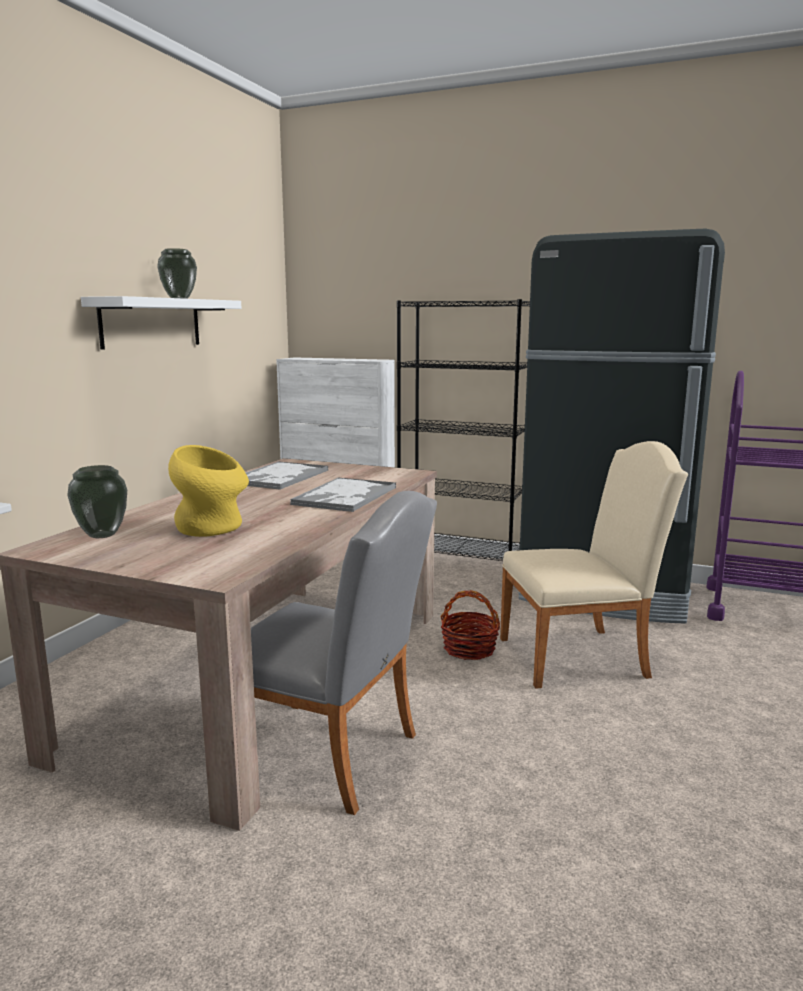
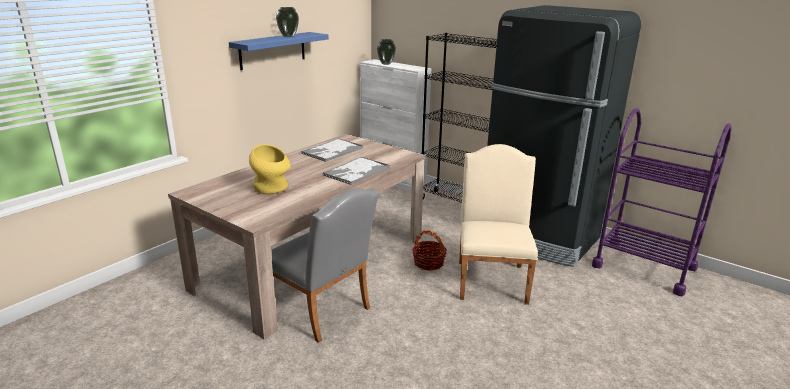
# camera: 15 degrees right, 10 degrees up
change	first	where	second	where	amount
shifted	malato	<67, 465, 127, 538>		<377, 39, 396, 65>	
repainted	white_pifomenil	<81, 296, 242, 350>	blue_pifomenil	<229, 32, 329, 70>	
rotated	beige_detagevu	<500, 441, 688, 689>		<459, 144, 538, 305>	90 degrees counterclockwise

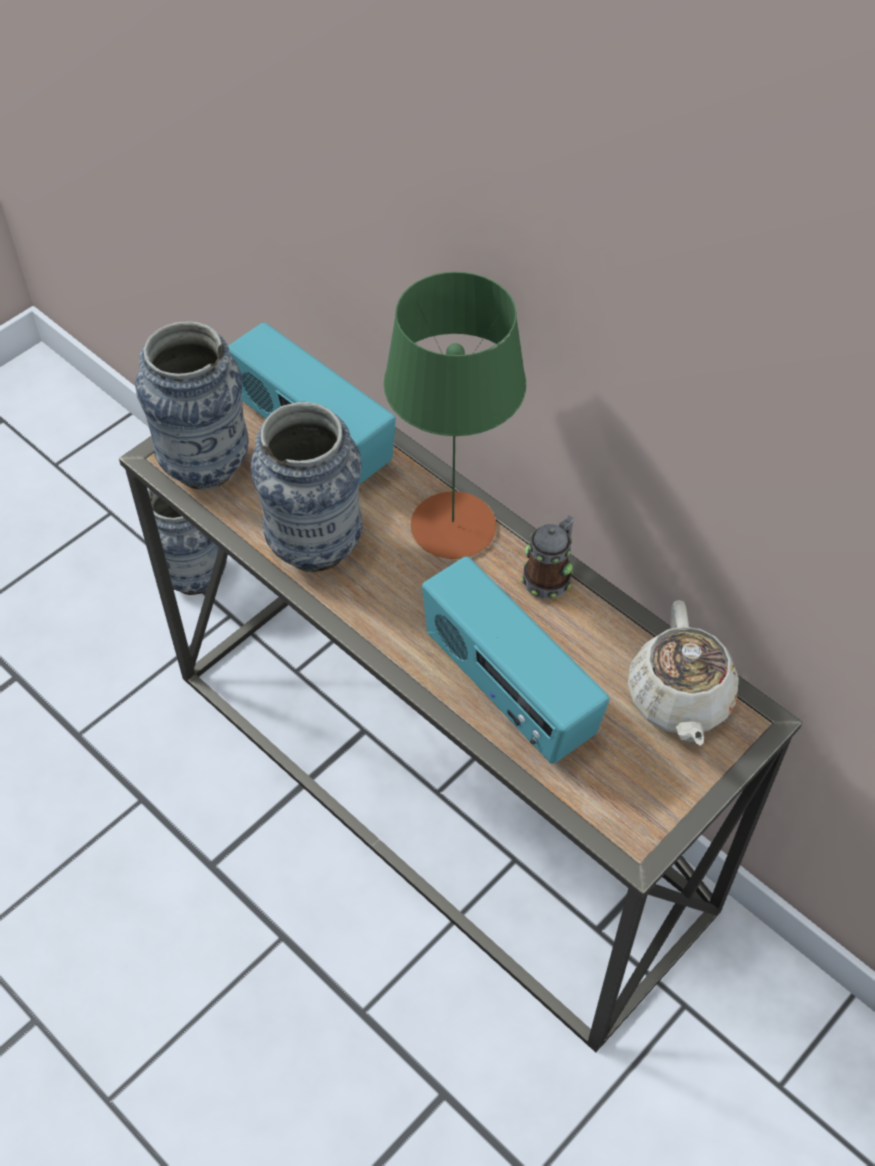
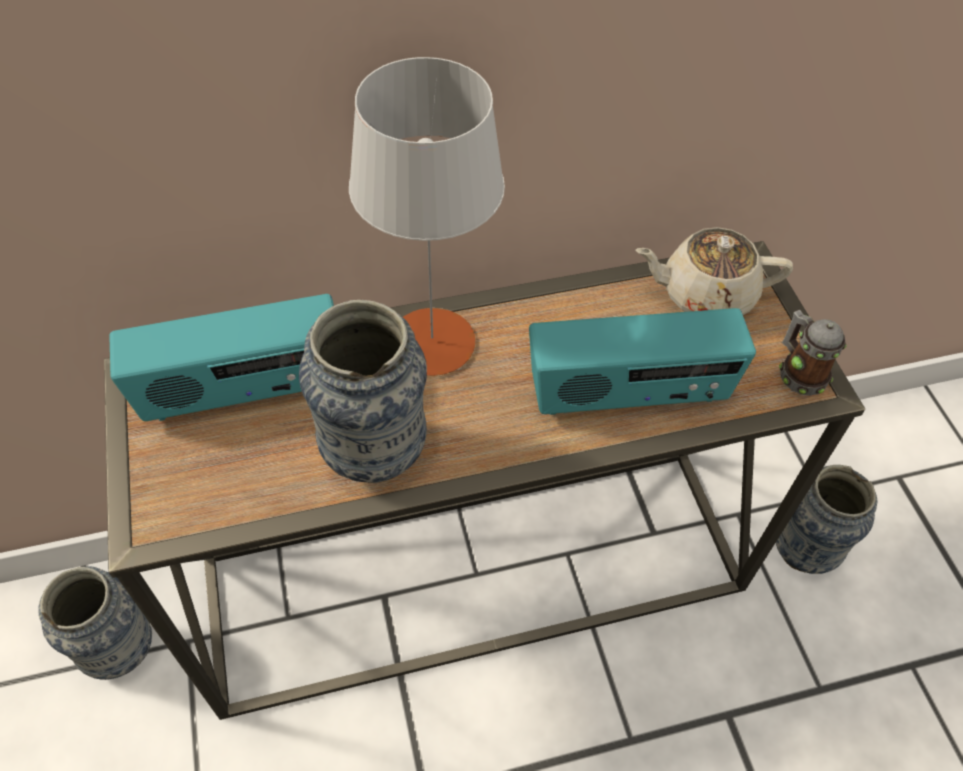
# camera: 60 degrees left, 0 degrees up
change	first	where	second	where	amount
shifted	malato	<135, 321, 249, 490>		<776, 465, 877, 574>	
repainted	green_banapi	<384, 272, 526, 559>	grey_banapi	<349, 57, 505, 376>	
shifted	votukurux	<521, 516, 574, 599>		<779, 310, 847, 396>	
rotated	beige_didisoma	<628, 600, 739, 746>		<635, 227, 793, 315>	150 degrees clockwise

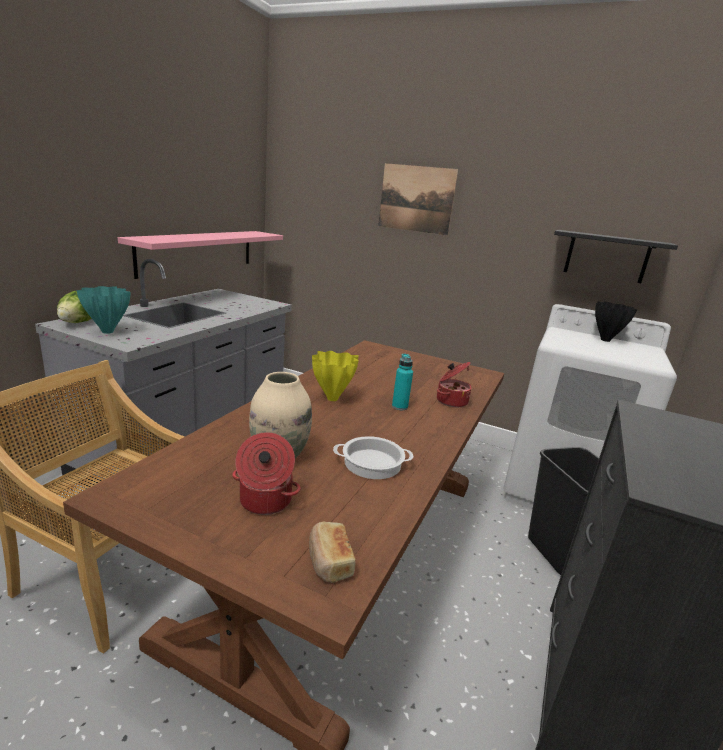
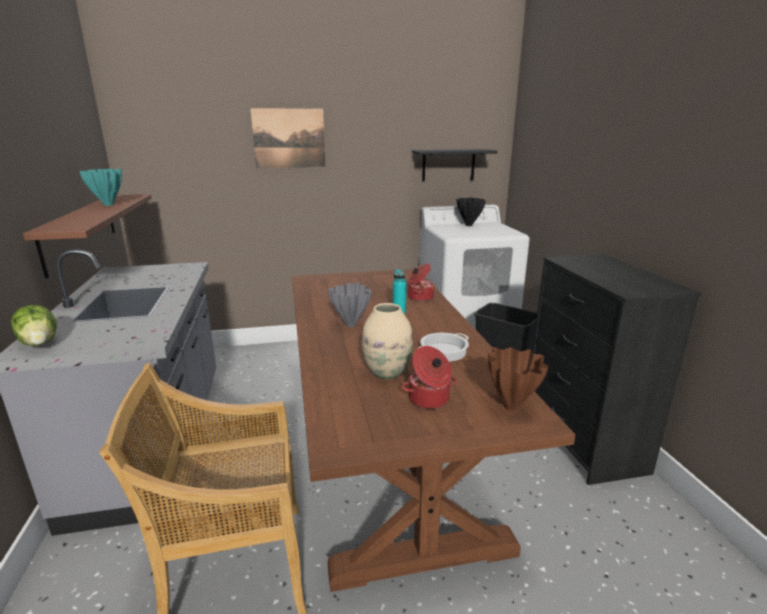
# camera: 35 degrees left, 0 degrees up
change	first	where	second	where	amount
shifted	turquoise_malato	<76, 286, 131, 334>		<79, 169, 122, 206>	
repainted	pink_pifomenil	<118, 231, 283, 279>	brown_pifomenil	<23, 194, 152, 278>	
swapped	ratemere	<309, 522, 356, 583>	brown_malato	<488, 347, 549, 411>	
repainted	yellow_malato	<312, 351, 359, 401>	grey_malato	<328, 282, 372, 327>	

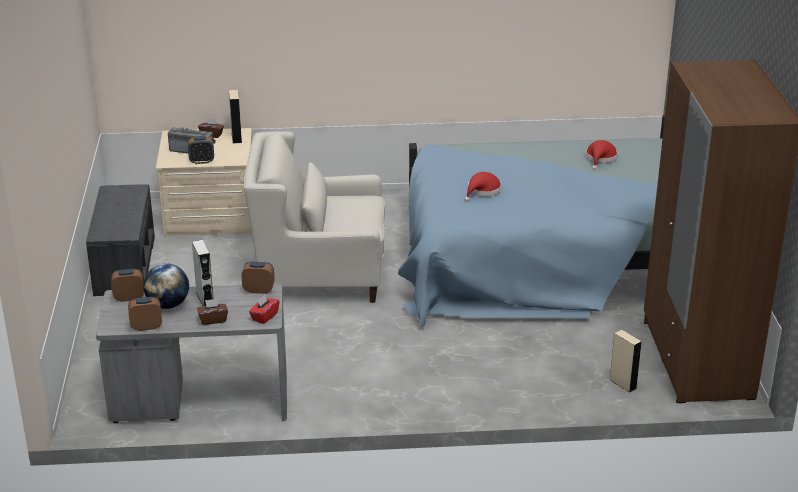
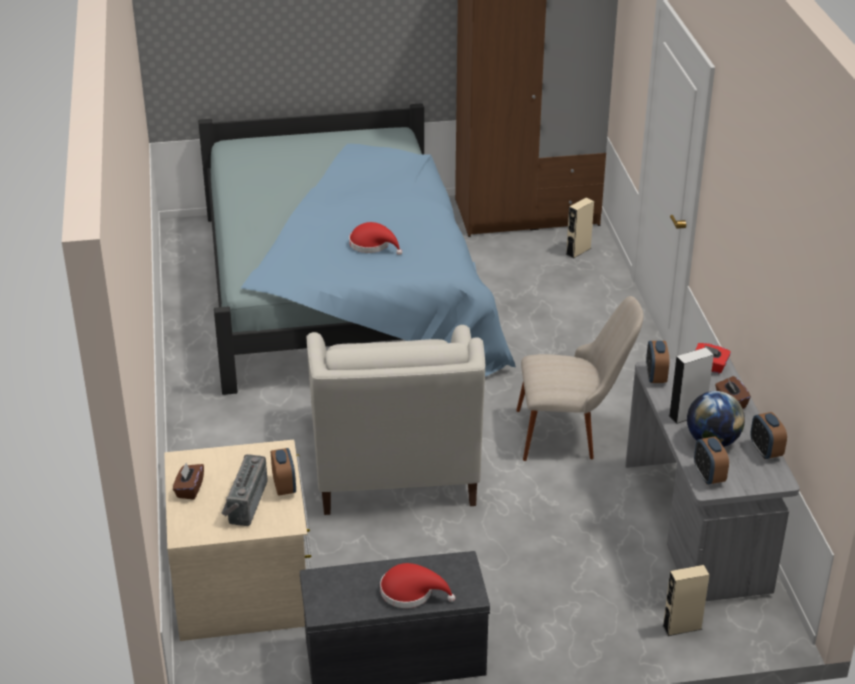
# camera: 95 degrees left, 5 degrees up
change	first	where	second	where	amount
shifted	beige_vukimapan	<229, 90, 242, 144>		<663, 565, 710, 636>	
shifted	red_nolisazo	<586, 140, 618, 170>		<380, 563, 455, 608>	
new			beige_detagevu	<516, 296, 643, 461>	

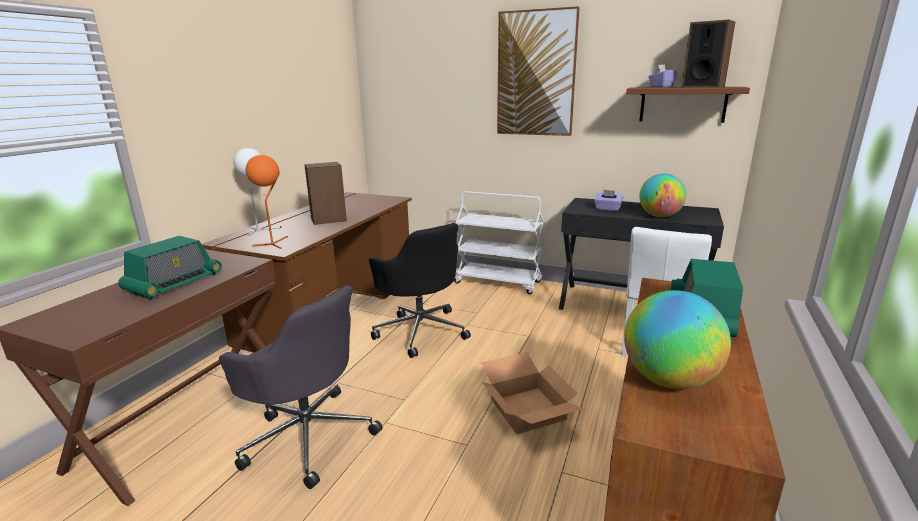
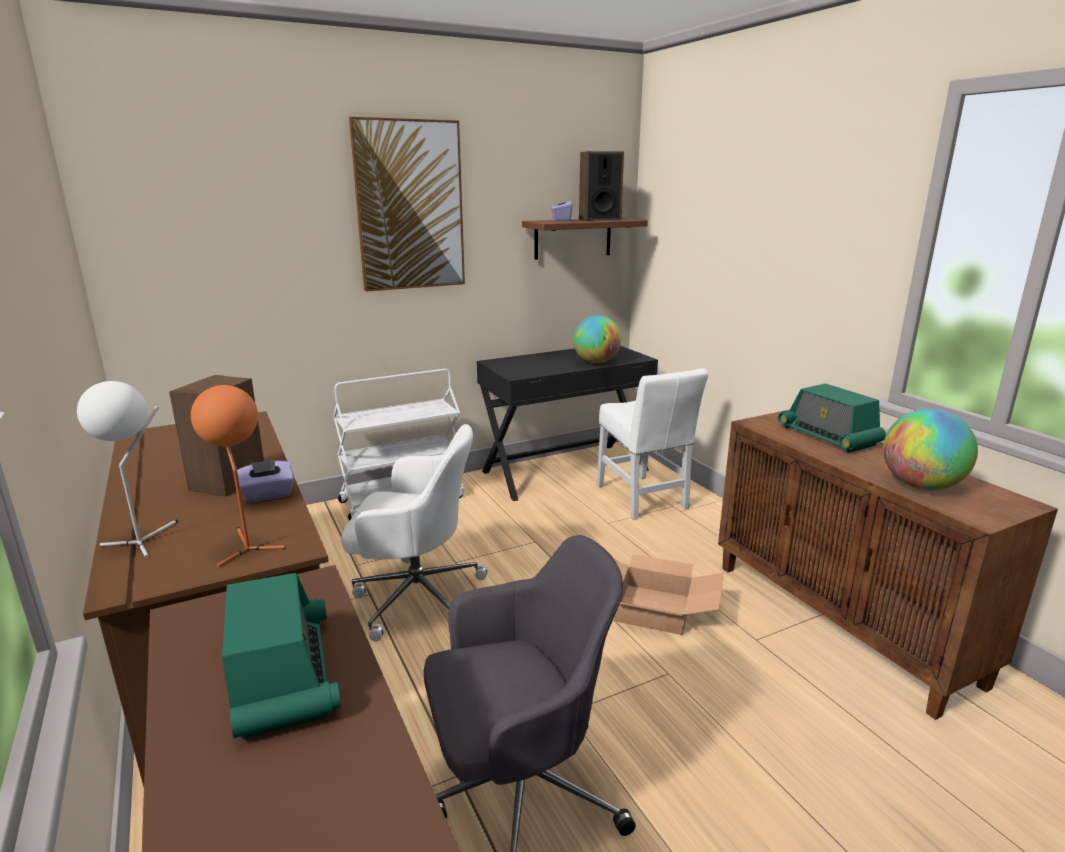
# camera: 50 degrees left, 0 degrees up
change	first	where	second	where	amount
repainted	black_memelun	<369, 223, 471, 358>	white_memelun	<341, 424, 488, 642>	
shifted	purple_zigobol	<594, 189, 624, 211>		<237, 460, 294, 503>	

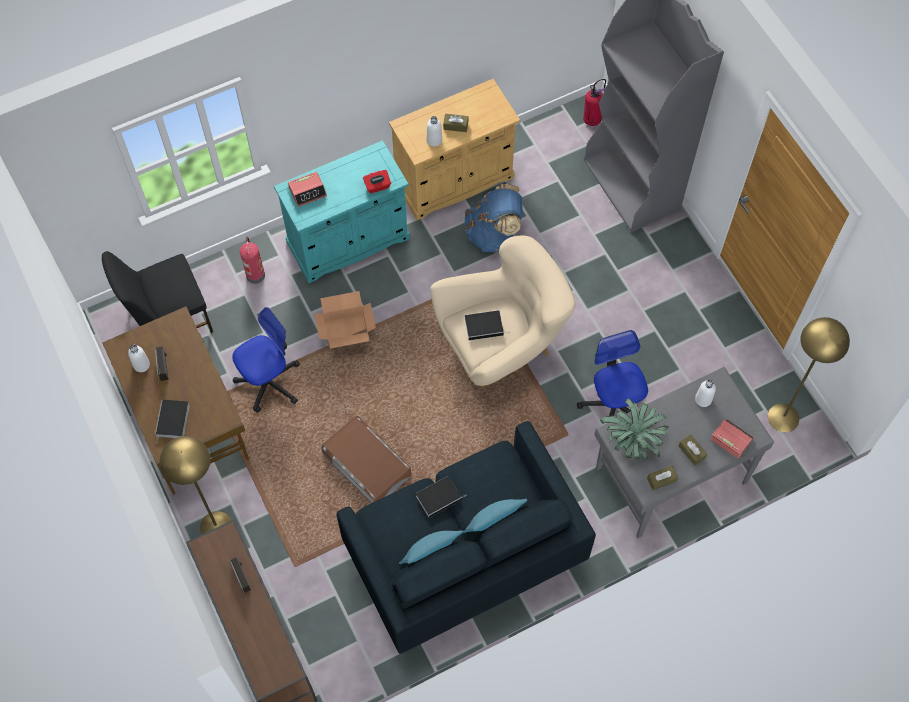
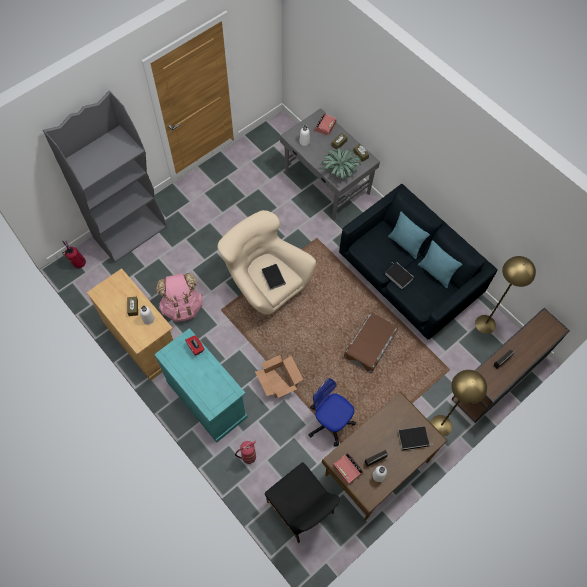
# camera: 105 degrees left, 0 degrees up
change	first	where	second	where	amount
shifted	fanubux	<288, 172, 327, 207>		<333, 453, 364, 485>	
repainted	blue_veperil	<465, 184, 523, 252>	pink_veperil	<156, 273, 203, 322>	
gone	memelun	<577, 330, 648, 423>			
shifted	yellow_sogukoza	<768, 317, 850, 432>		<475, 256, 536, 334>	

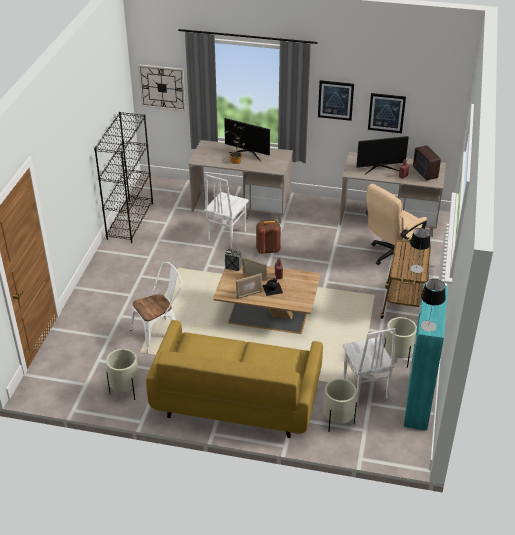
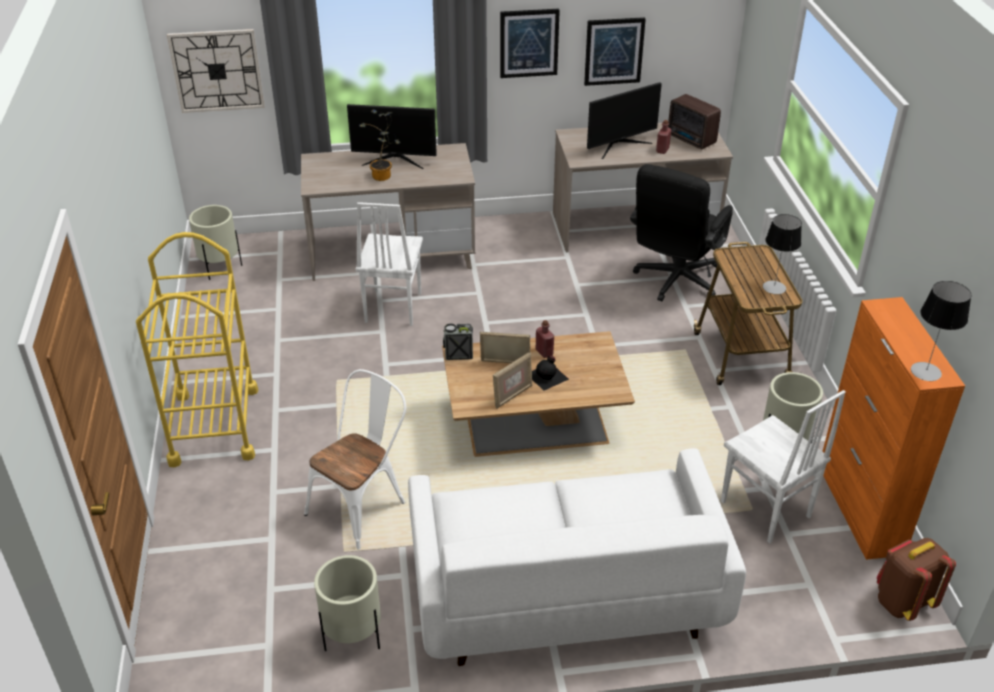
# camera: 20 degrees left, 0 degrees up
change	first	where	second	where	amount
gone	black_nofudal	<94, 112, 153, 243>			
repainted	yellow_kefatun	<146, 320, 323, 438>	white_kefatun	<408, 448, 746, 666>	
shifted	brown_veperil	<256, 221, 281, 254>		<877, 538, 956, 621>	
shifted	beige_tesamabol	<323, 379, 357, 432>		<189, 205, 242, 280>	
repainted	beige_memelun	<366, 184, 427, 268>	black_memelun	<630, 164, 733, 301>	
repainted	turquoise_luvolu	<404, 283, 448, 430>	orange_luvolu	<822, 297, 965, 560>	
new			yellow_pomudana	<136, 232, 258, 467>	

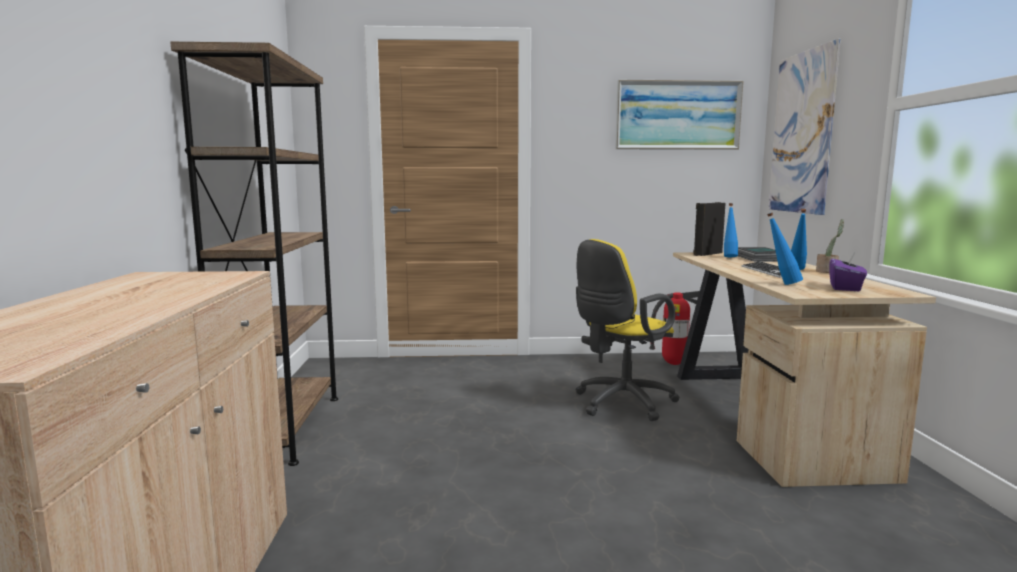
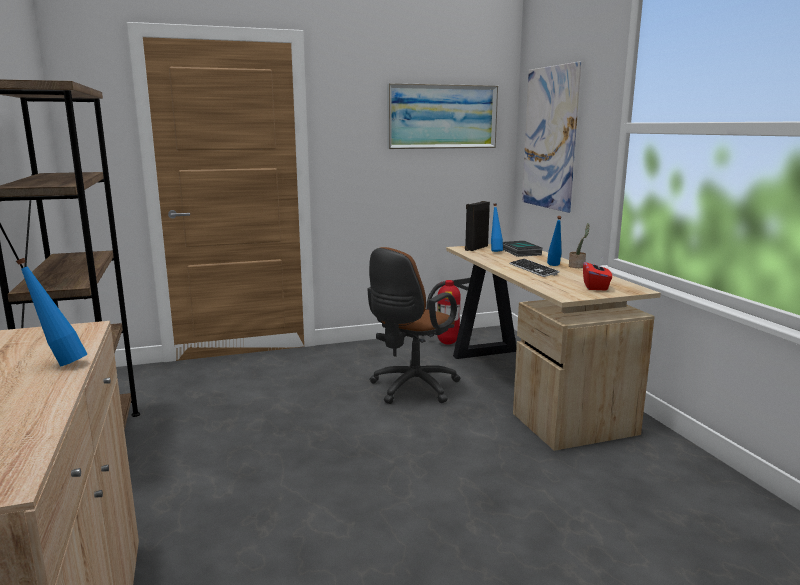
# camera: 15 degrees left, 5 degrees up
change	first	where	second	where	amount
repainted	yellow_memelun	<576, 239, 680, 421>	brown_memelun	<367, 247, 461, 404>	
shifted	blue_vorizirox	<767, 212, 803, 285>		<16, 258, 87, 366>	
repainted	purple_zigobol	<830, 252, 867, 291>	red_zigobol	<583, 257, 612, 290>	

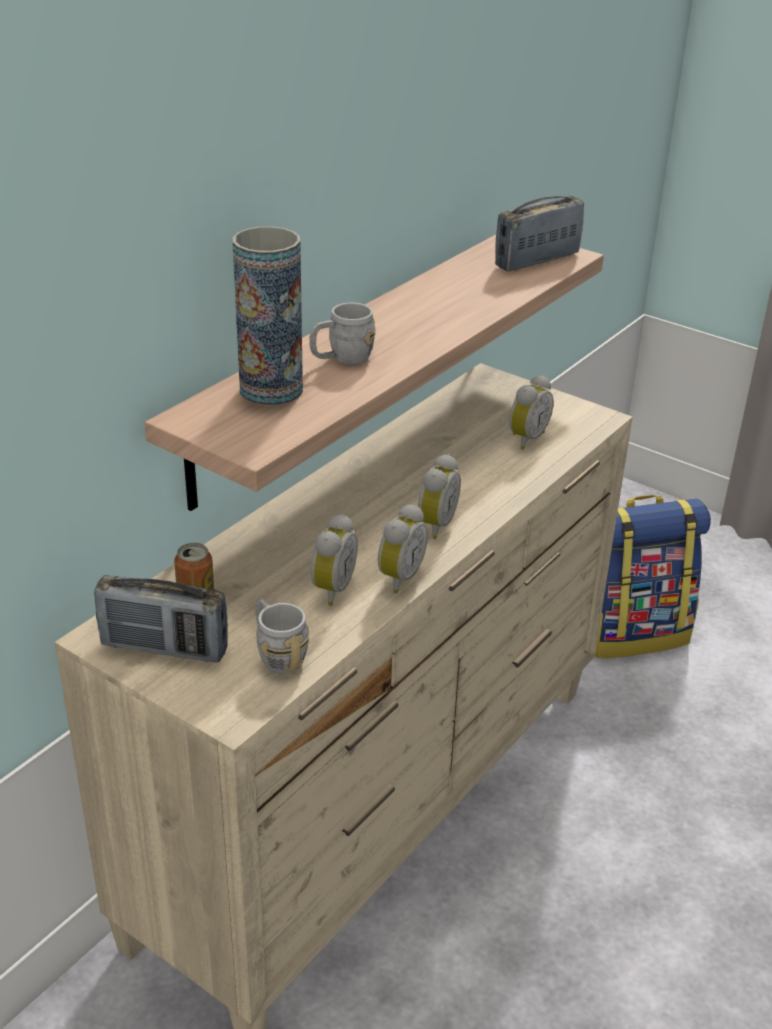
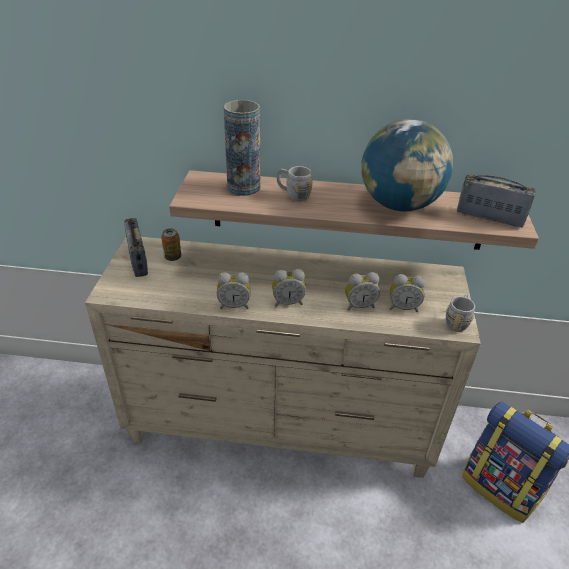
# camera: 60 degrees right, 5 degrees up
change	first	where	second	where	amount
shifted	grey_votukurux	<255, 599, 309, 674>		<446, 294, 475, 332>	
shifted	fanubux	<311, 513, 358, 606>		<345, 272, 380, 311>	
new			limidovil	<361, 119, 454, 211>	

